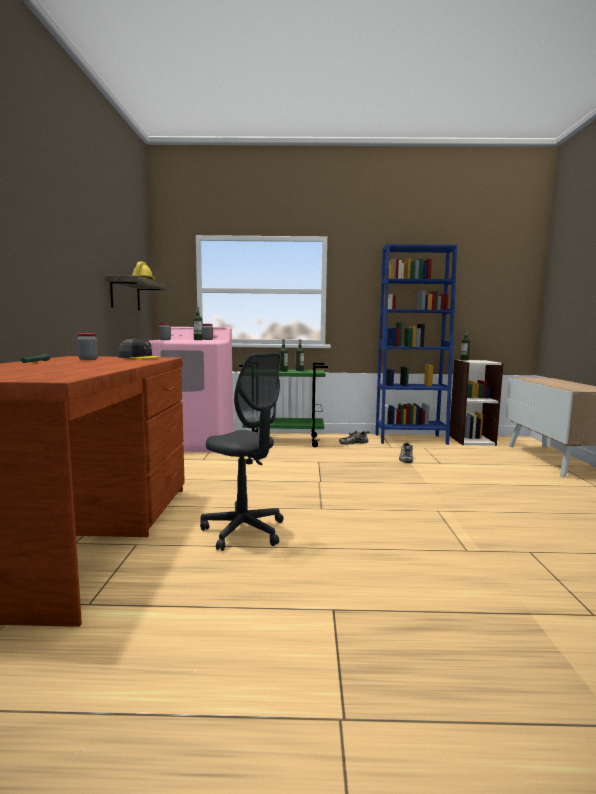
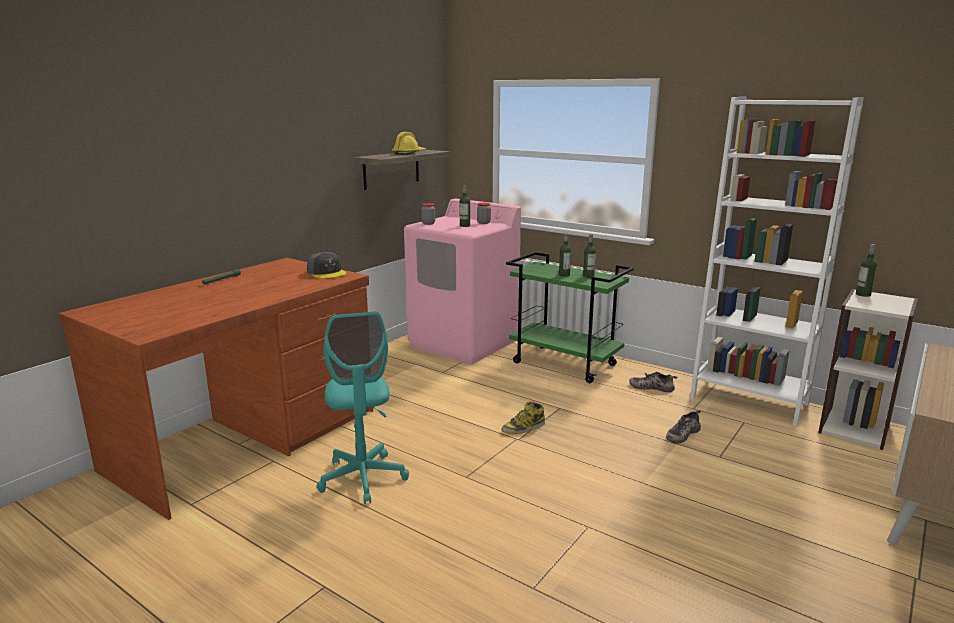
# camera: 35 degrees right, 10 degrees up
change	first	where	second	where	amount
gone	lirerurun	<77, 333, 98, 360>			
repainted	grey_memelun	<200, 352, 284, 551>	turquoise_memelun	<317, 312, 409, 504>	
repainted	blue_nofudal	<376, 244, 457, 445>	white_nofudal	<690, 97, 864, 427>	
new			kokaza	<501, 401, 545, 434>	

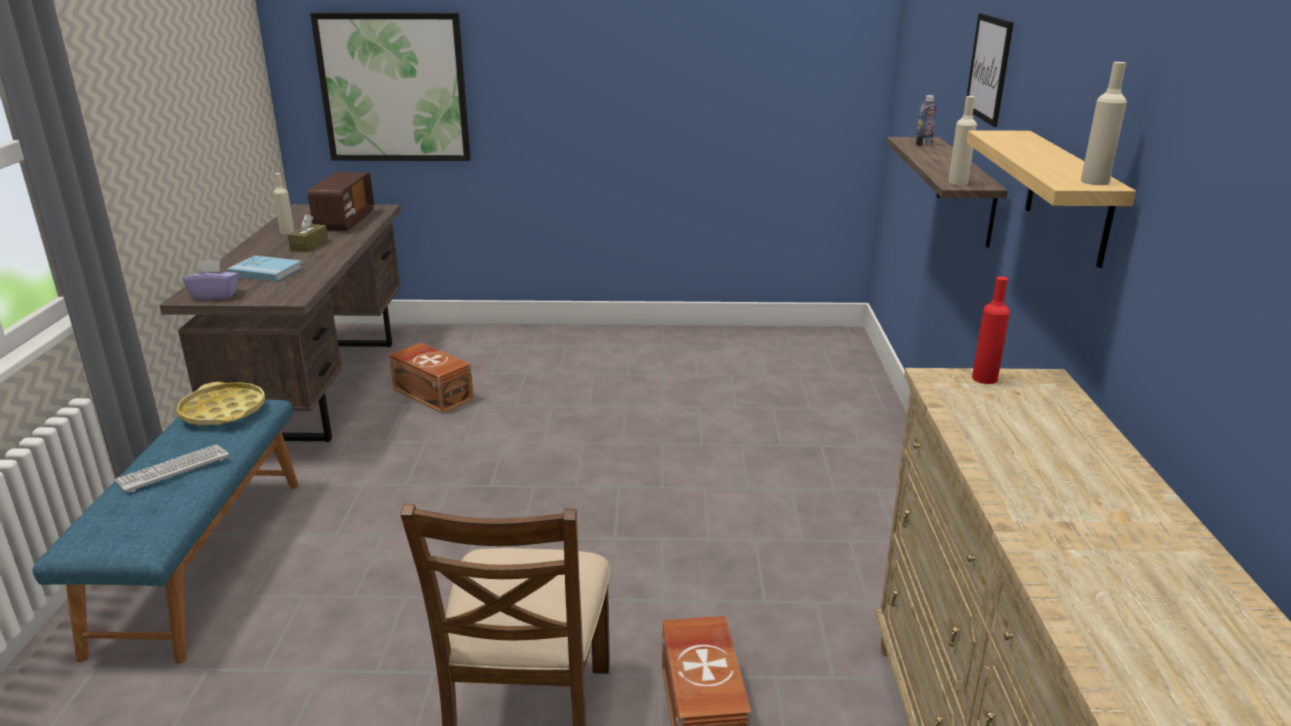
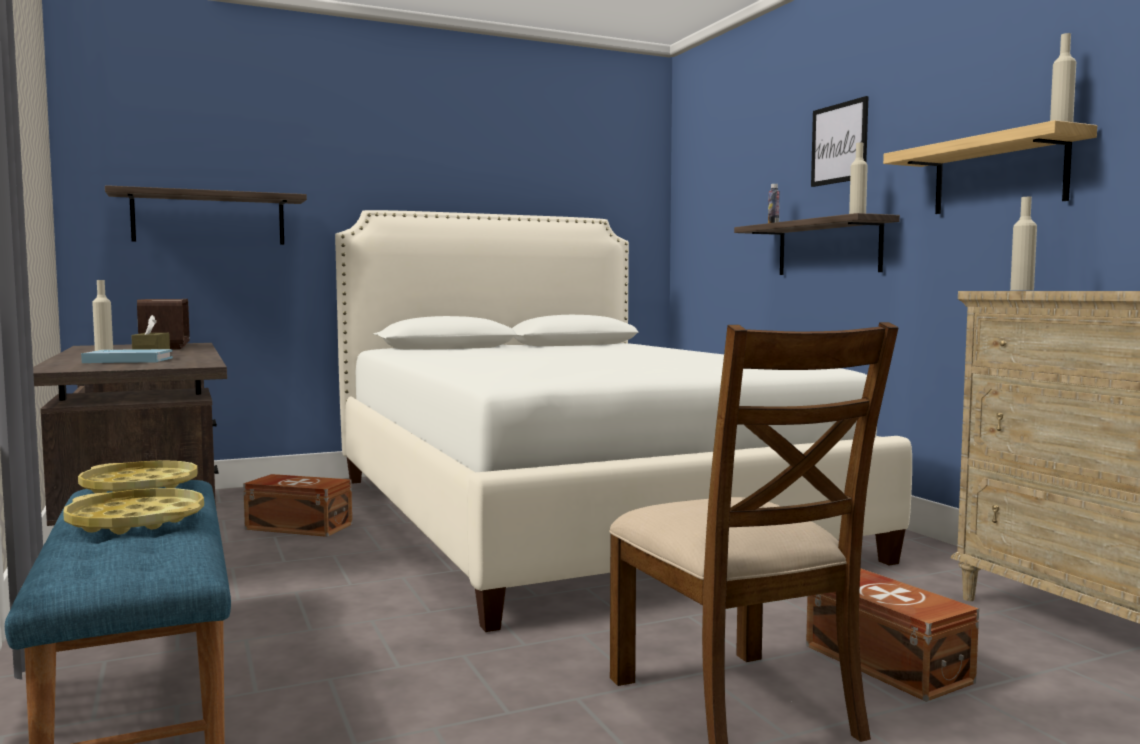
# camera: 25 degrees left, 20 degrees down
change	first	where	second	where	amount
swapped	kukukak	<114, 445, 229, 492>	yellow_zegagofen	<63, 488, 204, 535>	
gone	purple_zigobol	<182, 260, 239, 300>			
swapped	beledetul	<310, 12, 471, 161>	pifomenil	<105, 185, 307, 245>	
repainted	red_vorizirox	<972, 276, 1010, 384>	beige_vorizirox	<1010, 197, 1037, 290>	
new			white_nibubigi	<335, 210, 912, 632>	

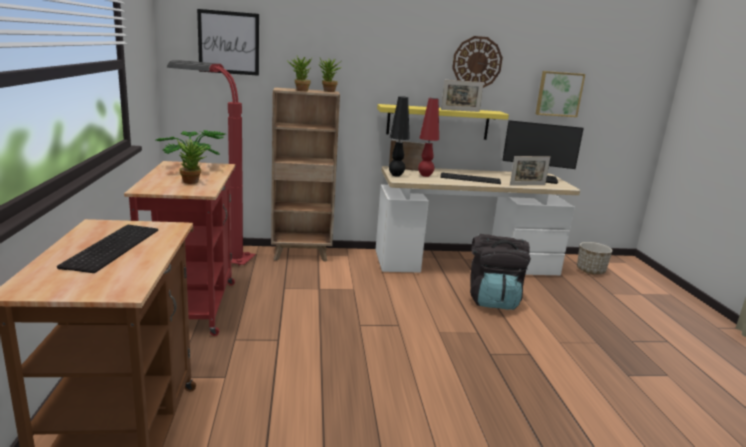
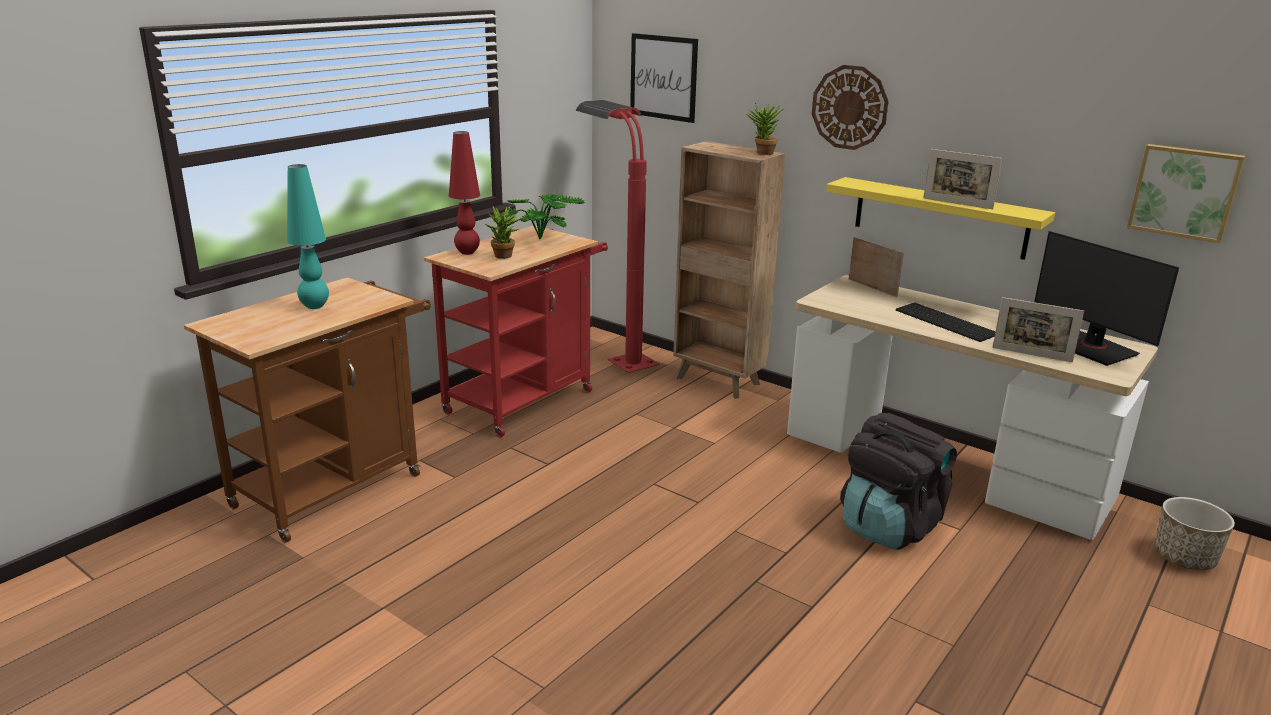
# camera: 45 degrees right, 5 degrees up
change	first	where	second	where	amount
swapped	kukukak	<57, 225, 158, 273>	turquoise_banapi	<287, 164, 329, 309>	
gone	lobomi	<288, 56, 313, 91>			
gone	black_banapi	<389, 96, 410, 177>			
shifted	red_banapi	<418, 98, 439, 177>		<449, 131, 480, 255>	
shifted	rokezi	<452, 36, 503, 88>		<812, 65, 889, 150>	

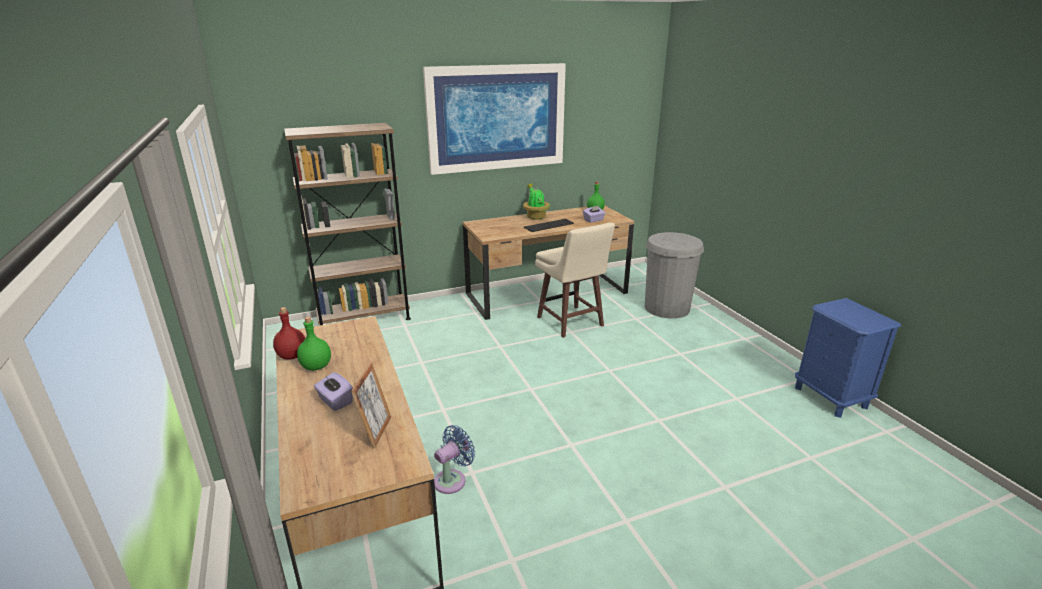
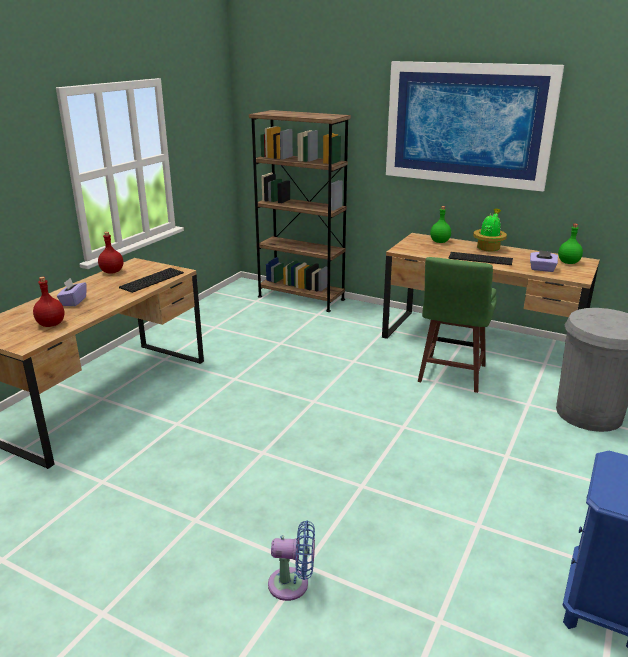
# camera: 50 degrees right, 0 degrees up
change	first	where	second	where	amount
shifted	green_vorizirox	<297, 317, 331, 371>		<430, 206, 451, 243>	
swapped	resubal	<351, 363, 391, 449>	red_vorizirox	<33, 277, 64, 327>	
shifted	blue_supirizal	<434, 425, 475, 494>		<268, 521, 315, 601>	
repainted	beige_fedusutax	<535, 223, 615, 338>	green_fedusutax	<418, 257, 497, 393>	
new			kukukak	<119, 268, 184, 293>	

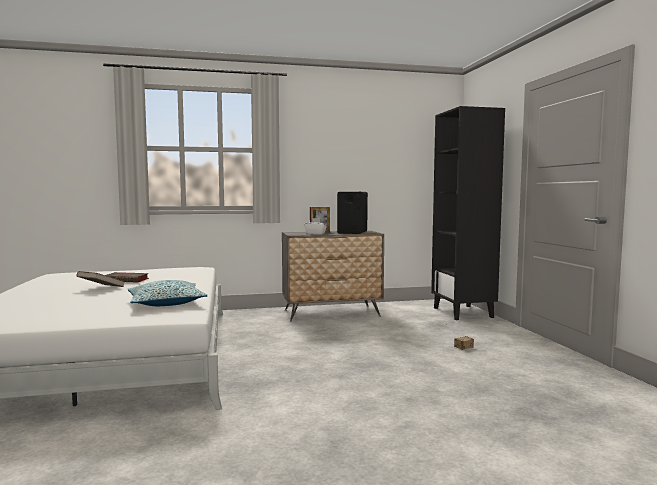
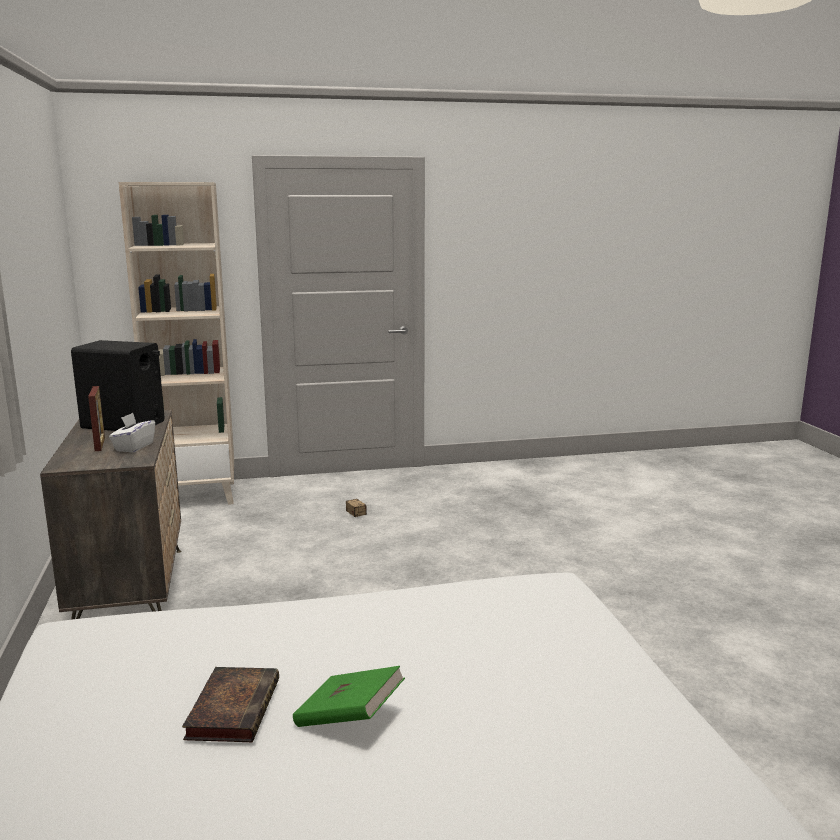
# camera: 90 degrees left, 10 degrees up
change	first	where	second	where	amount
repainted	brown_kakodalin	<76, 271, 124, 287>	green_kakodalin	<293, 666, 405, 727>	
gone	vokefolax	<128, 280, 208, 306>			
repainted	black_nofudal	<431, 106, 505, 320>	beige_nofudal	<119, 182, 234, 505>	

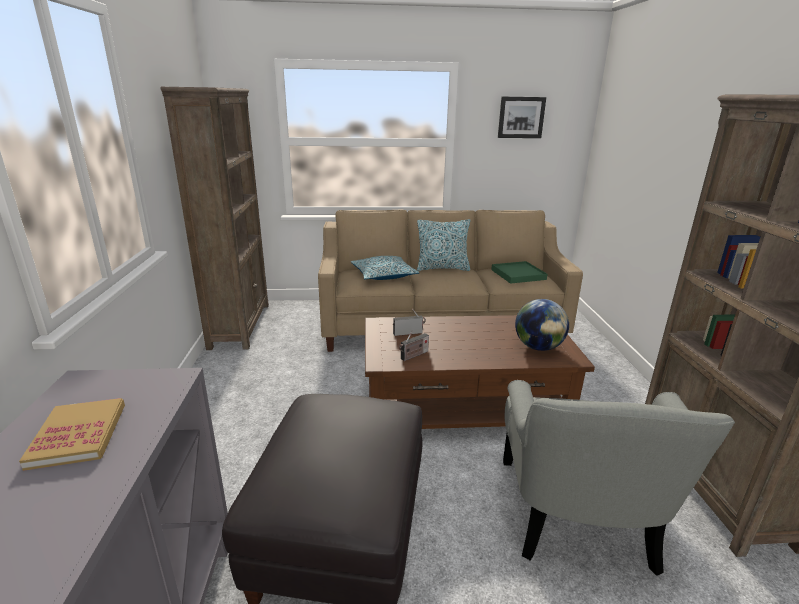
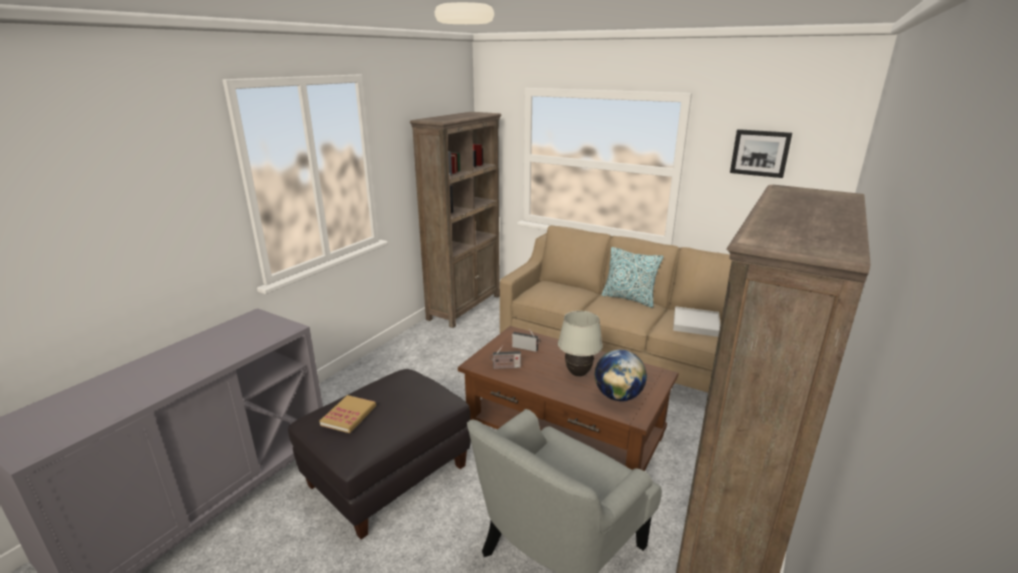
# camera: 35 degrees right, 0 degrees up
change	first	where	second	where	amount
shifted	kakodalin	<19, 398, 125, 471>		<320, 395, 376, 433>	
gone	vokefolax	<351, 256, 419, 280>			
repainted	green_zegagofen	<491, 261, 548, 284>	white_zegagofen	<673, 306, 720, 337>	
new			white_banapi	<558, 311, 603, 377>	

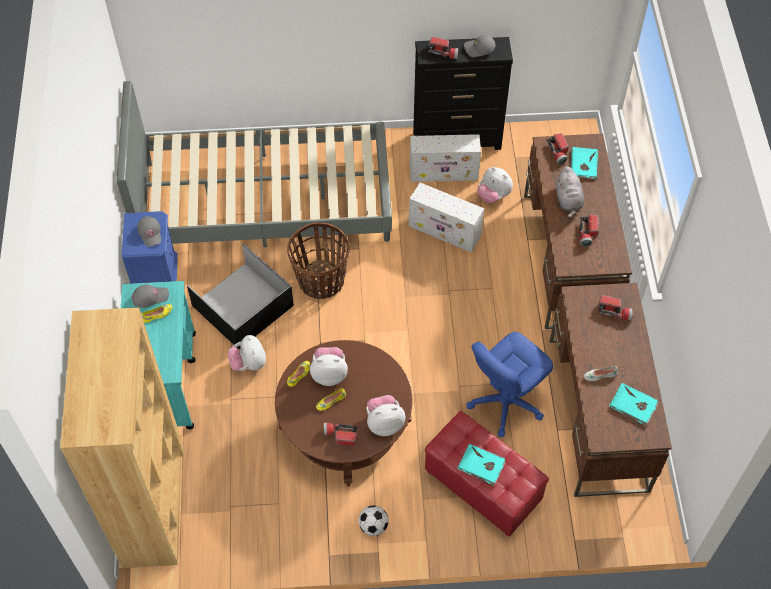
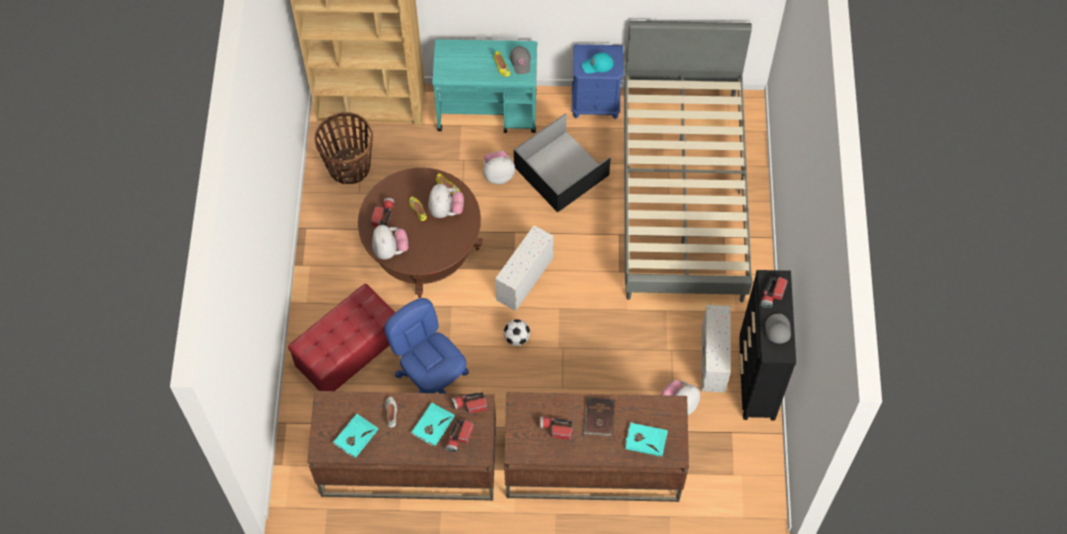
# camera: 95 degrees right, 5 degrees up
change	first	where	second	where	amount
repainted	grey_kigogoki	<137, 216, 161, 247>	turquoise_kigogoki	<582, 52, 614, 73>	
shifted	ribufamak	<287, 223, 350, 299>		<315, 112, 373, 184>	
shifted	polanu	<359, 505, 389, 536>		<504, 319, 530, 346>	
shifted	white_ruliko	<409, 183, 484, 252>		<495, 225, 554, 311>	
shifted	turquoise_kakodalin	<457, 444, 506, 486>		<410, 402, 455, 447>	
shifted	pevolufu	<546, 133, 569, 165>		<451, 392, 487, 414>	
swapped	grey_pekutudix	<556, 166, 584, 219>	brown_kakodalin	<583, 398, 615, 436>	

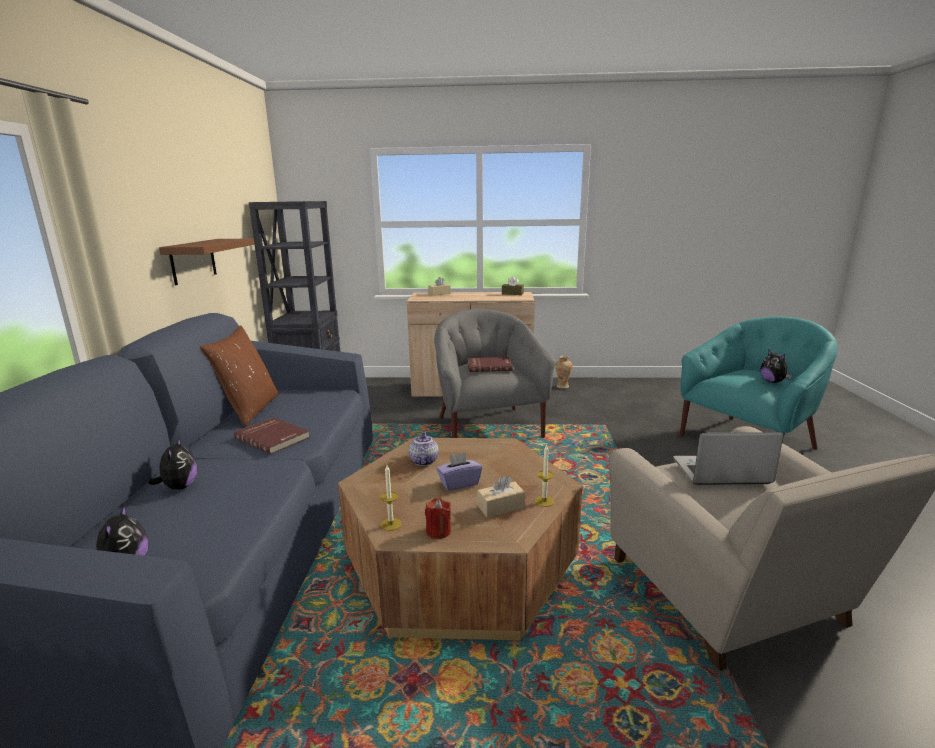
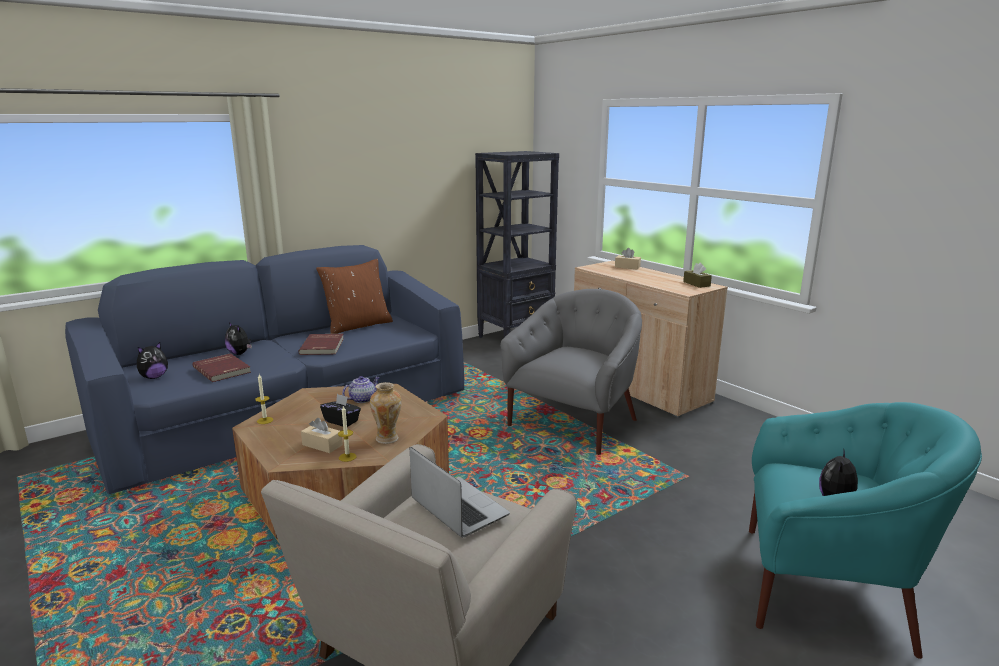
# camera: 50 degrees right, 0 degrees up
change	first	where	second	where	amount
rotated	pekutudix	<148, 437, 197, 490>		<225, 322, 252, 355>	90 degrees clockwise
gone	brown_pifomenil	<159, 238, 254, 285>			
gone	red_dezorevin	<425, 498, 451, 539>			
repainted	purple_zigobol	<436, 452, 482, 491>	black_zigobol	<320, 394, 361, 427>	
shifted	red_kakodalin	<468, 357, 513, 372>		<192, 353, 251, 382>	
shifted	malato	<555, 356, 572, 389>		<370, 382, 402, 444>	

